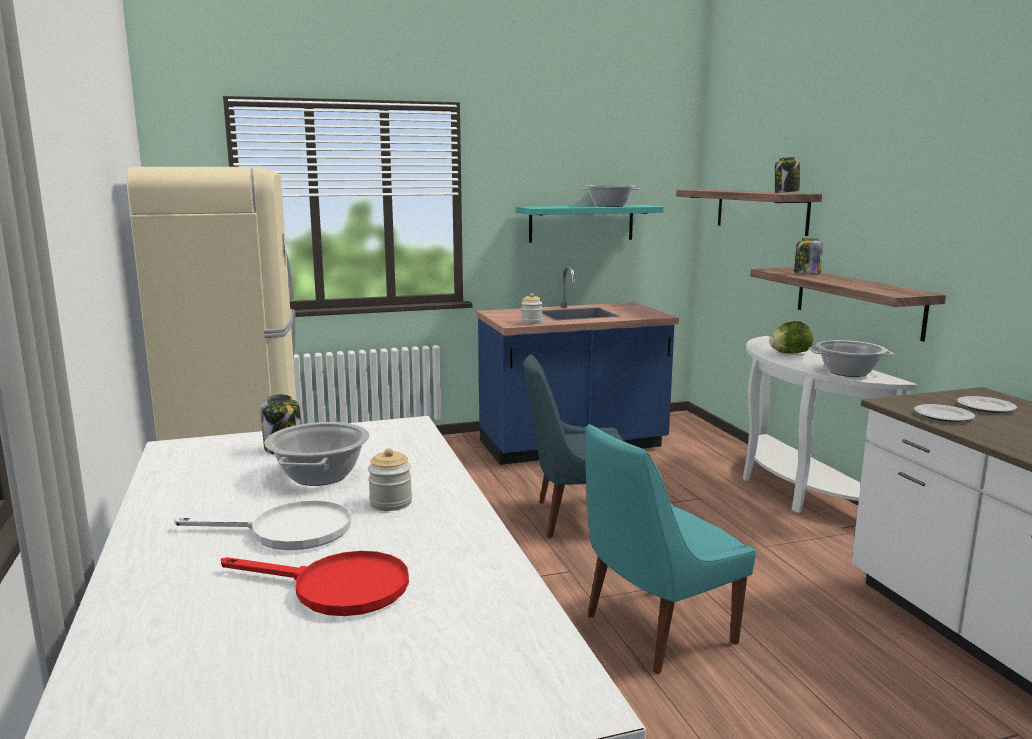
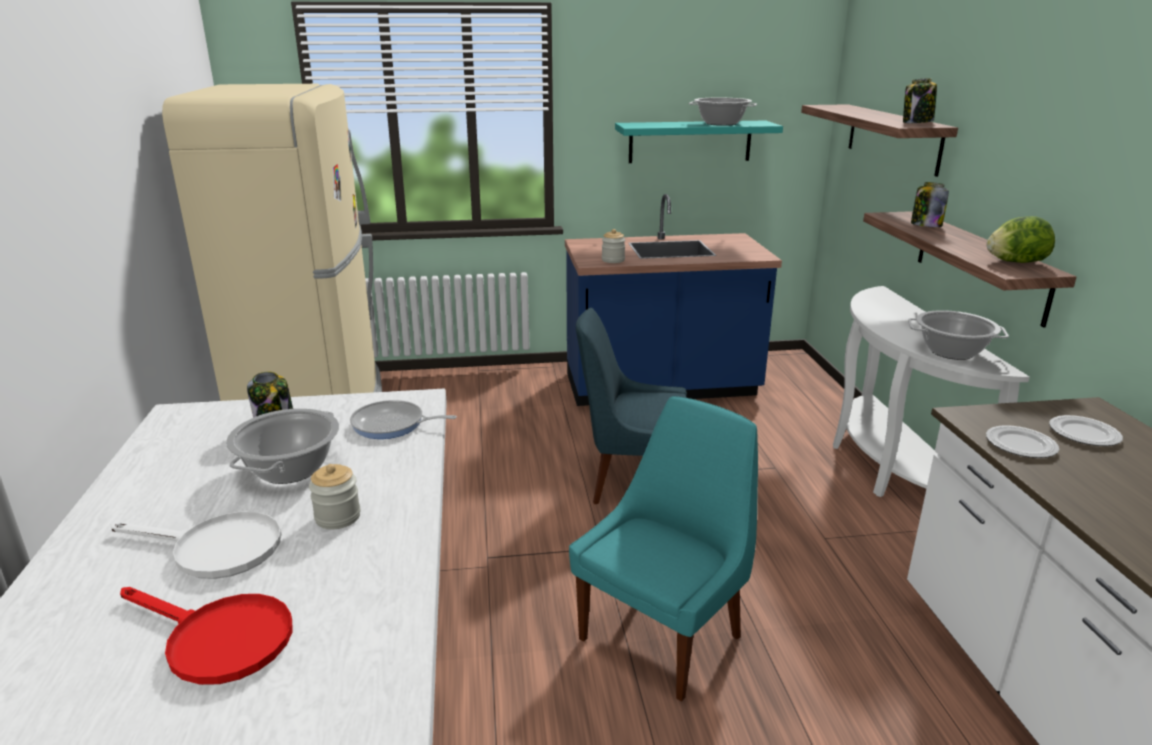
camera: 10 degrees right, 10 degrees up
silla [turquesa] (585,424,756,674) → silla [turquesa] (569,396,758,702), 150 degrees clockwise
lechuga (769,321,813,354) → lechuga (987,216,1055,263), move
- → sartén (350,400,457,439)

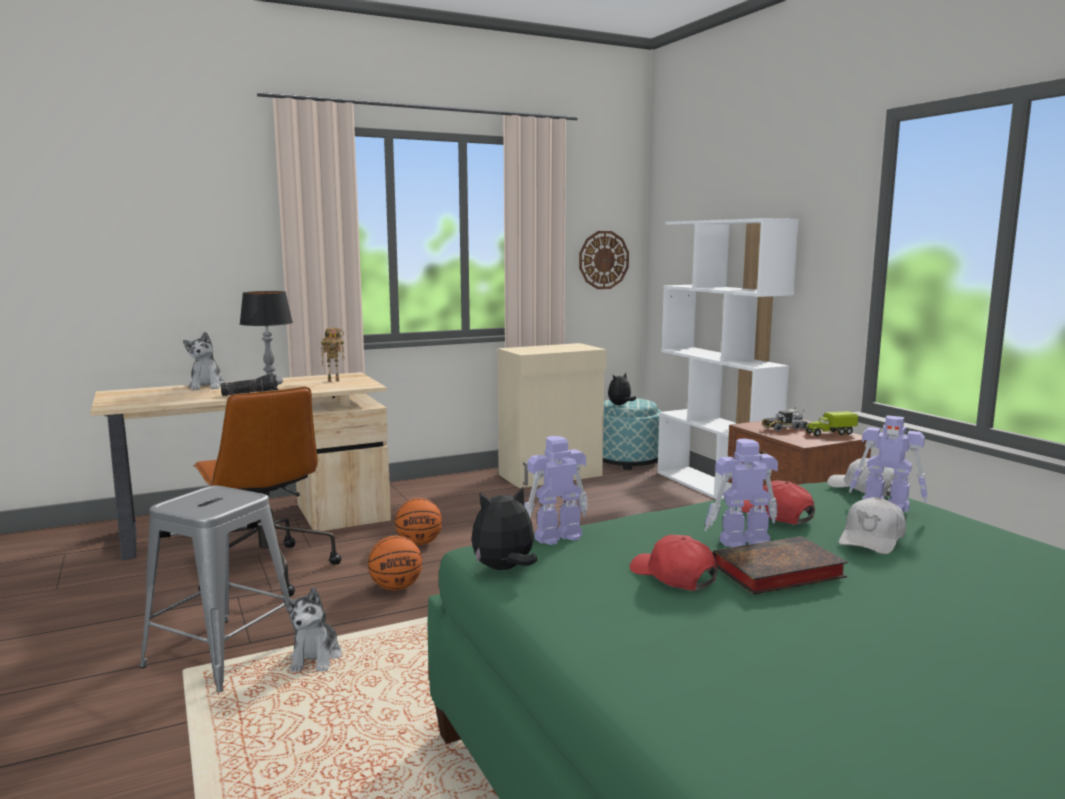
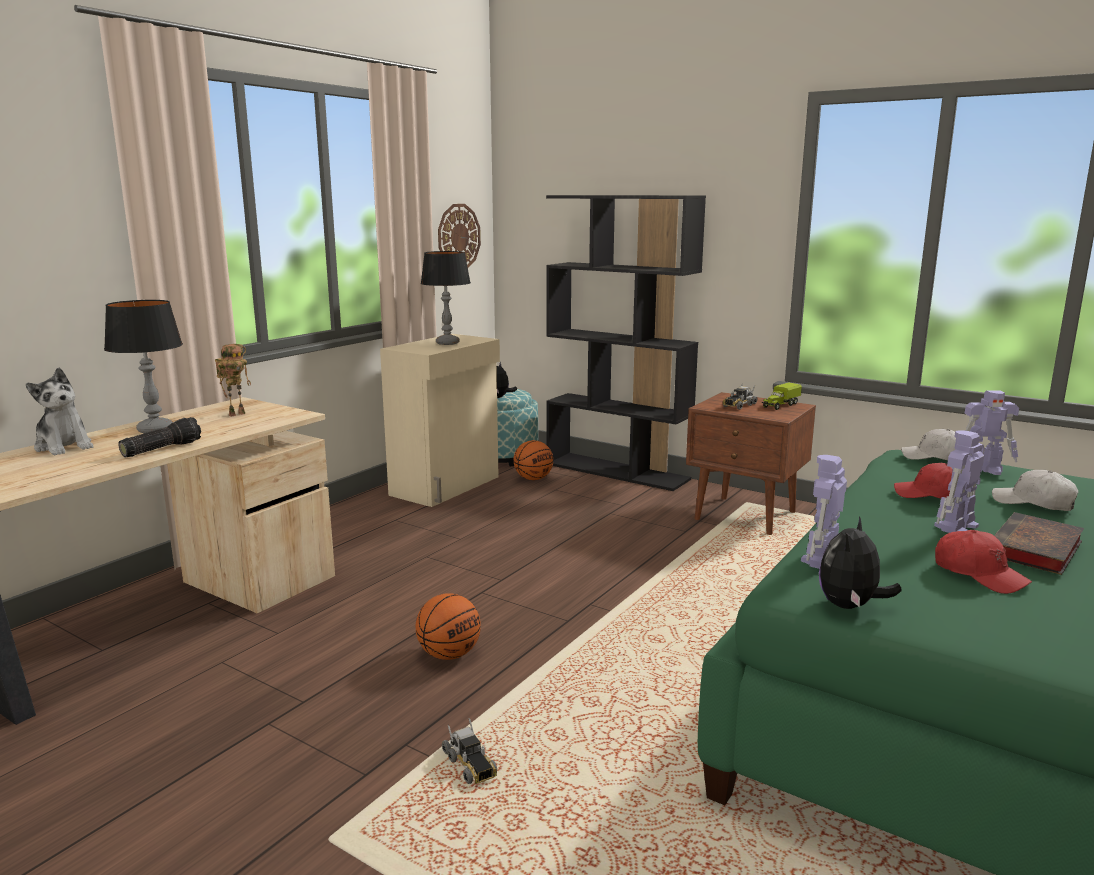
camera: 30 degrees left, 5 degrees up
taburete [gris] (140,486,298,693) → -
silla de oficina [marrón] (193,387,341,596) → -
peluche (284,587,342,672) → camión de juguete (442,718,497,784)
balón de baloncesto (395,498,442,546) → balón de baloncesto (514,440,553,480), move
gorra [rojo] (630,535,717,591) → gorra [rojo] (935,530,1032,594), 150 degrees counterclockwise
estantería [blanco] (657,218,799,499) → estantería [negro] (546,195,706,491)
gorra [blanco] (839,497,906,555) → gorra [blanco] (992,470,1078,511), 120 degrees clockwise
- → lámpara de mesa (421,251,471,345)

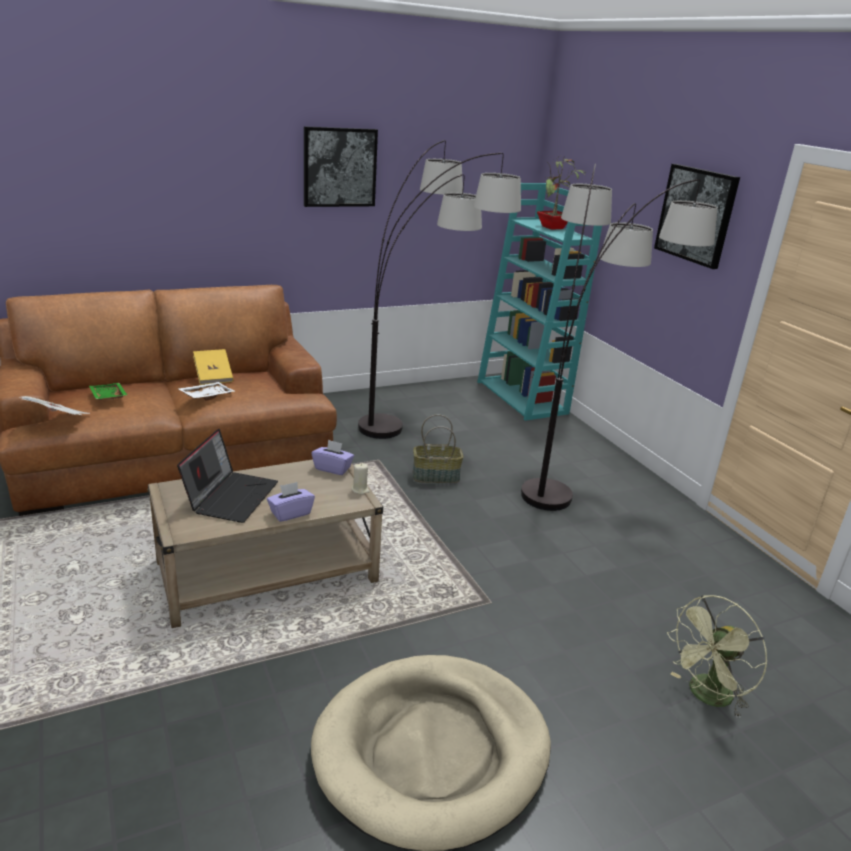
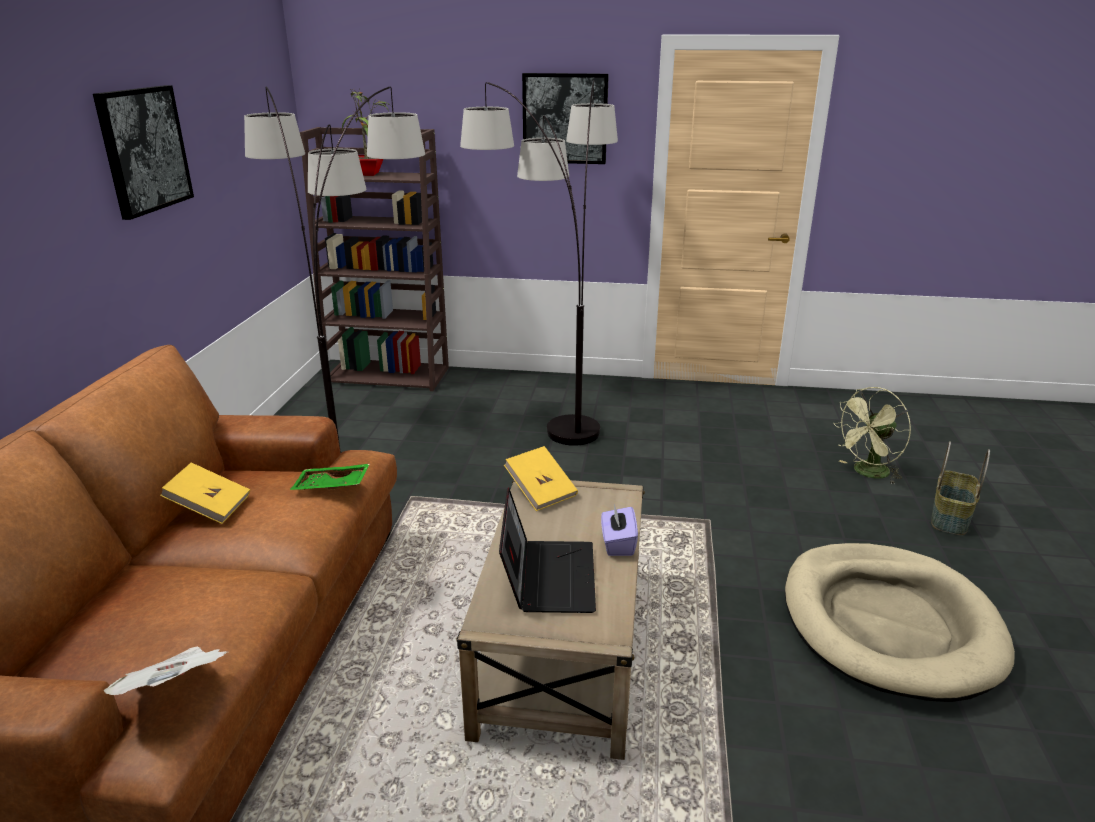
camera: 55 degrees left, 0 degrees up
bandeja [verde] (89,383,127,400) → bandeja [verde] (290,464,370,490), move
portátil (177,429,278,523) → portátil (499,487,596,613), 45 degrees clockwise
bandeja [blanco] (178,382,235,401) → -
caja de pañuelos [morado] (312,440,354,475) → libro [amarillo] (504,446,578,511)
vela [beis] (352,463,370,494) → -
cesta (413,414,463,483) → cesta (931,441,990,535), move
estantería [turquesa] (477,183,602,421) → estantería [marrón] (300,127,449,391)
ventilador [verde] (667,595,767,718) → ventilador [verde] (834,387,911,485), 60 degrees clockwise

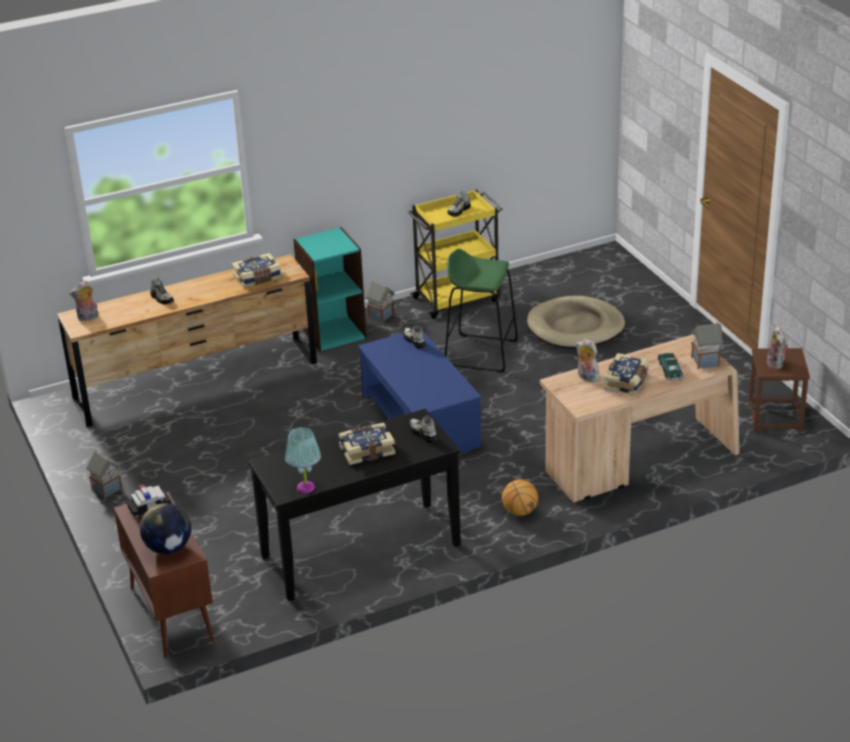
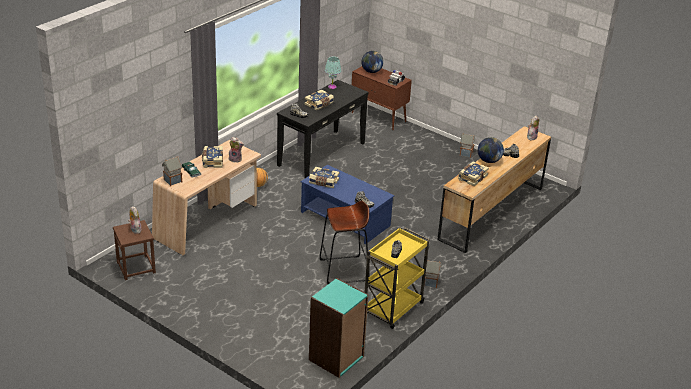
camera: 150 degrees right, 0 degrees up
estantería [turquesa] (293,227,367,351) → estantería [turquesa] (309,278,368,378), move
taburete [verde] (445,249,518,373) → taburete [marrón] (319,201,370,284)
cama para perro [beis] (527,296,625,349) → -
- → libro (309,167,339,188)
- → globo terráqueo (478,137,504,163)

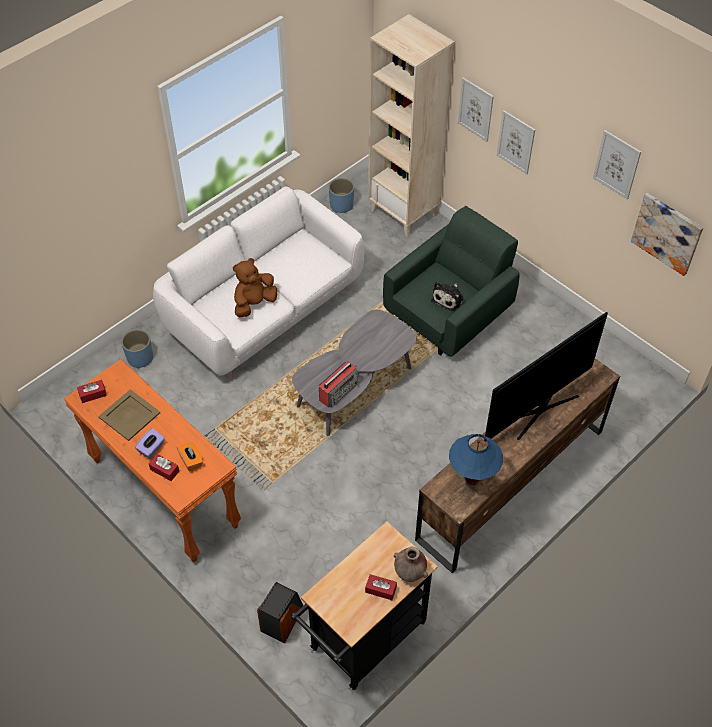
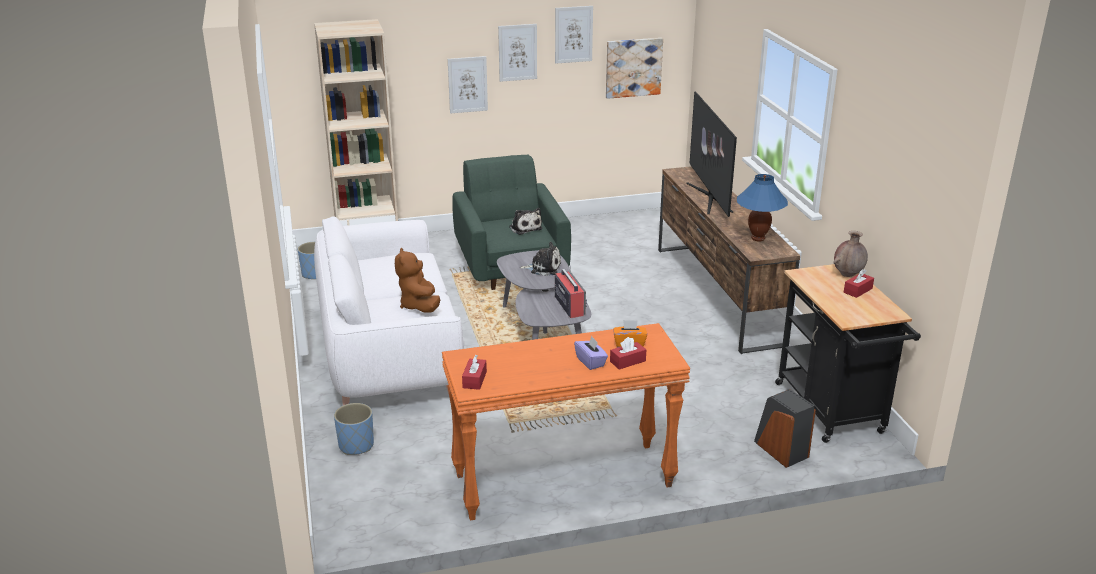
camera: 60 degrees left, 25 degrees down
bandeja [beis] (98,389,160,441) → -
cuadro (458,77,494,142) → cuadro (498,24,537,82), move
- → peluche (520,242,561,276)

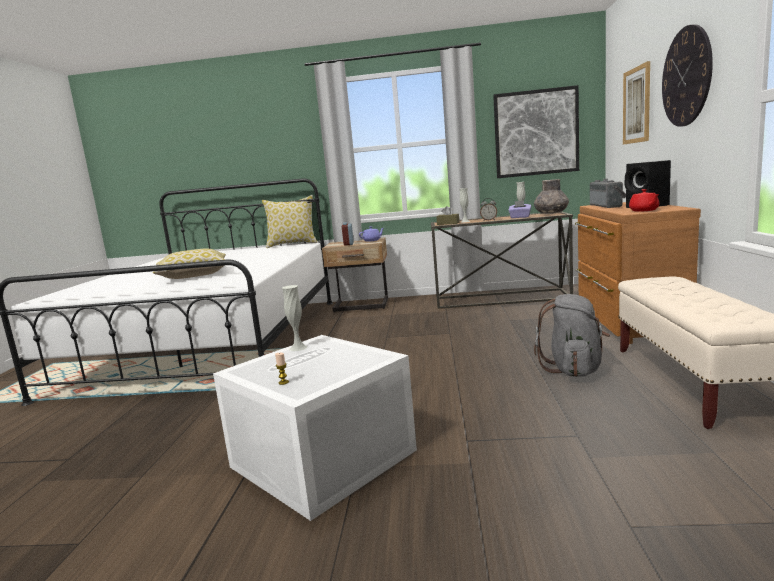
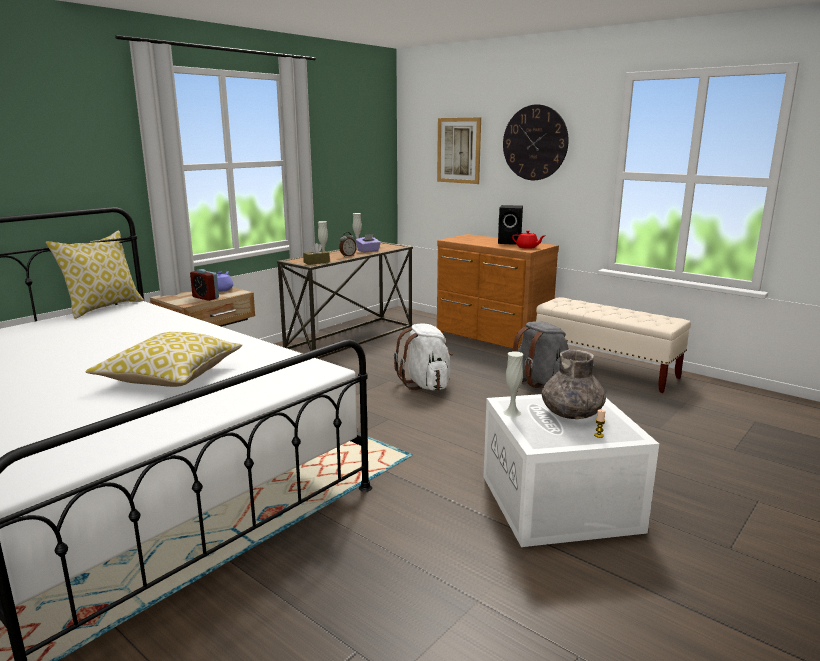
camera: 55 degrees left, 5 degrees up
cuadro (493,85,579,178) → -
florero [gris] (534,179,569,214) → florero [gris] (542,350,606,419), move
radio (590,179,626,208) → -
- → mochila [blanco] (394,323,453,390)

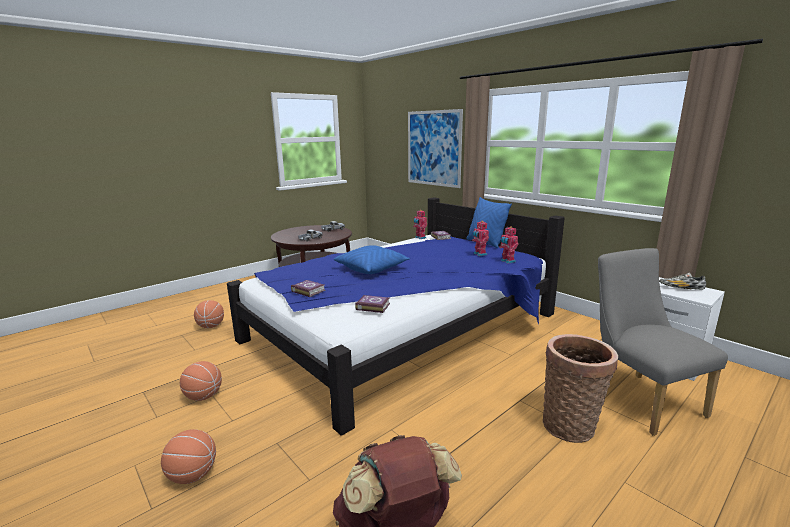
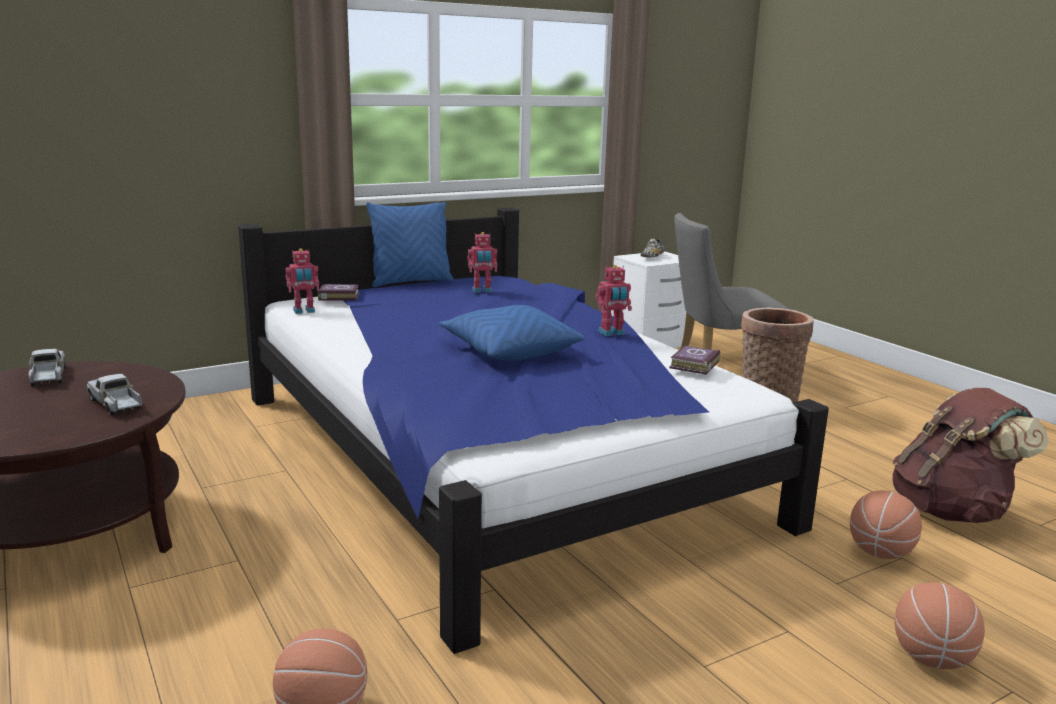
camera: 80 degrees left, 0 degrees up
balón de baloncesto (180,361,222,401) → balón de baloncesto (850,490,922,559), move
libro (291,280,325,297) → -
cuadro (408,109,463,188) → -
robot de juguete (499,226,519,264) → robot de juguete (596,265,632,336), move

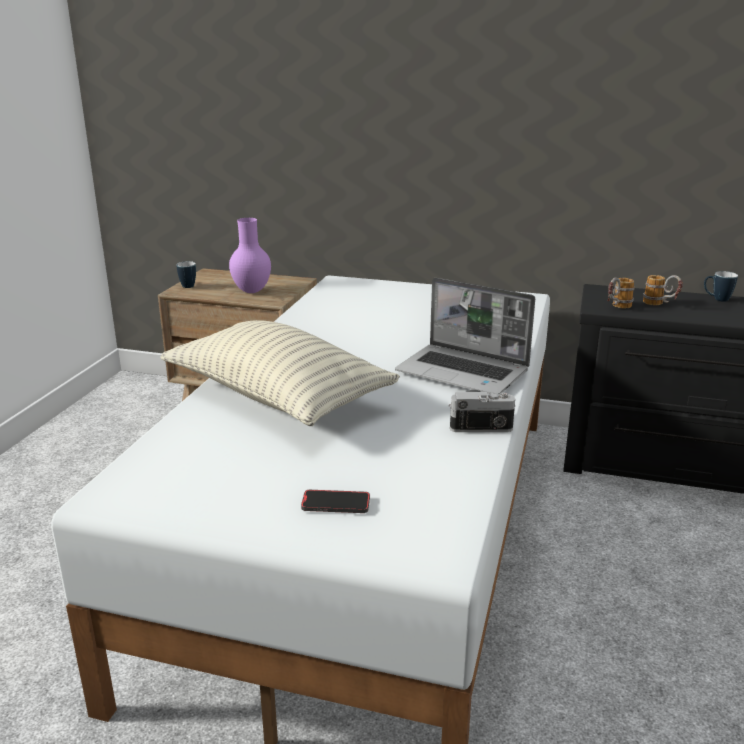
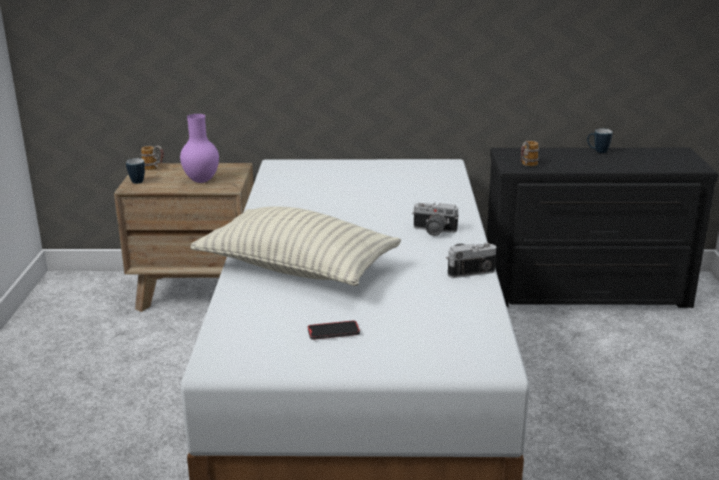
camera: 15 degrees left, 0 degrees up
móvil (301,490,370,513) → móvil (308,320,360,340), move
portátil (395,278,535,394) → cámara (412,202,459,236)
taza grande (643,275,683,305) → taza grande (141,145,164,170), move

